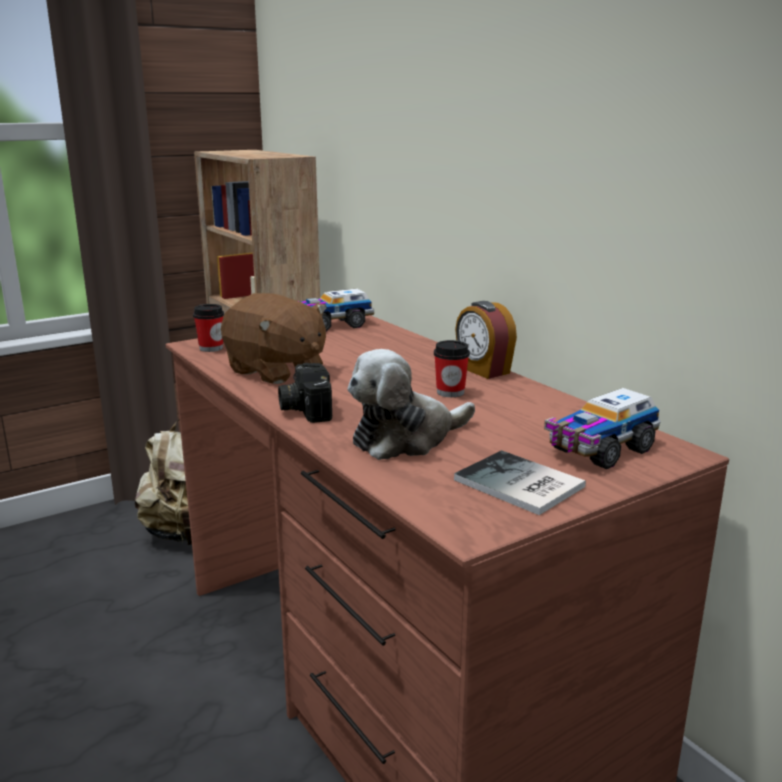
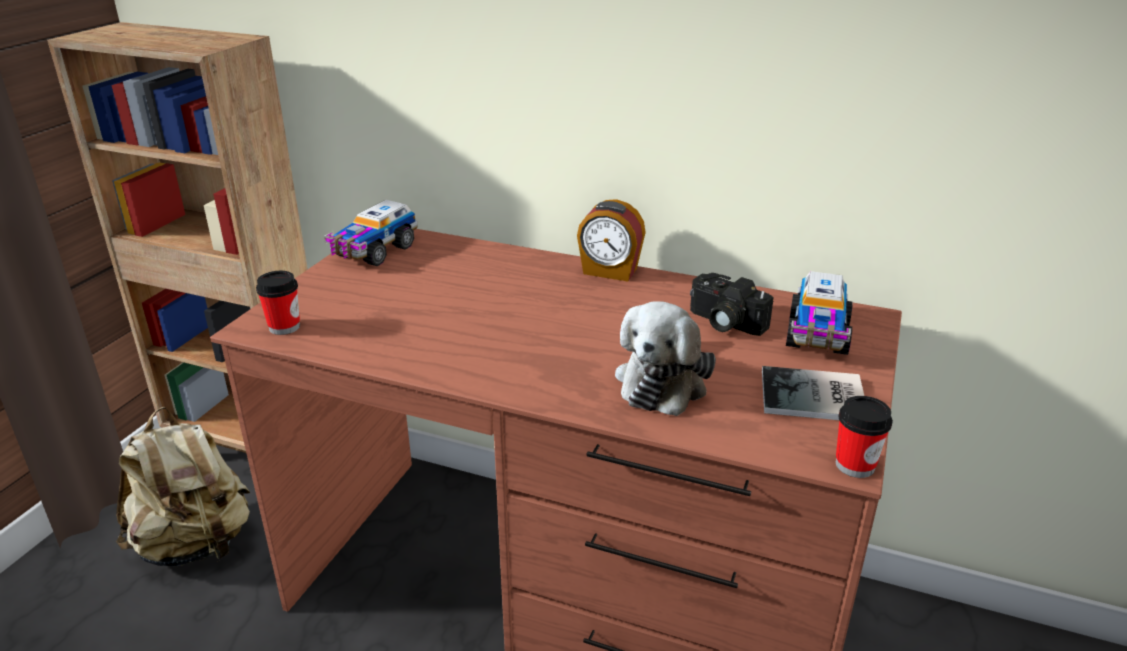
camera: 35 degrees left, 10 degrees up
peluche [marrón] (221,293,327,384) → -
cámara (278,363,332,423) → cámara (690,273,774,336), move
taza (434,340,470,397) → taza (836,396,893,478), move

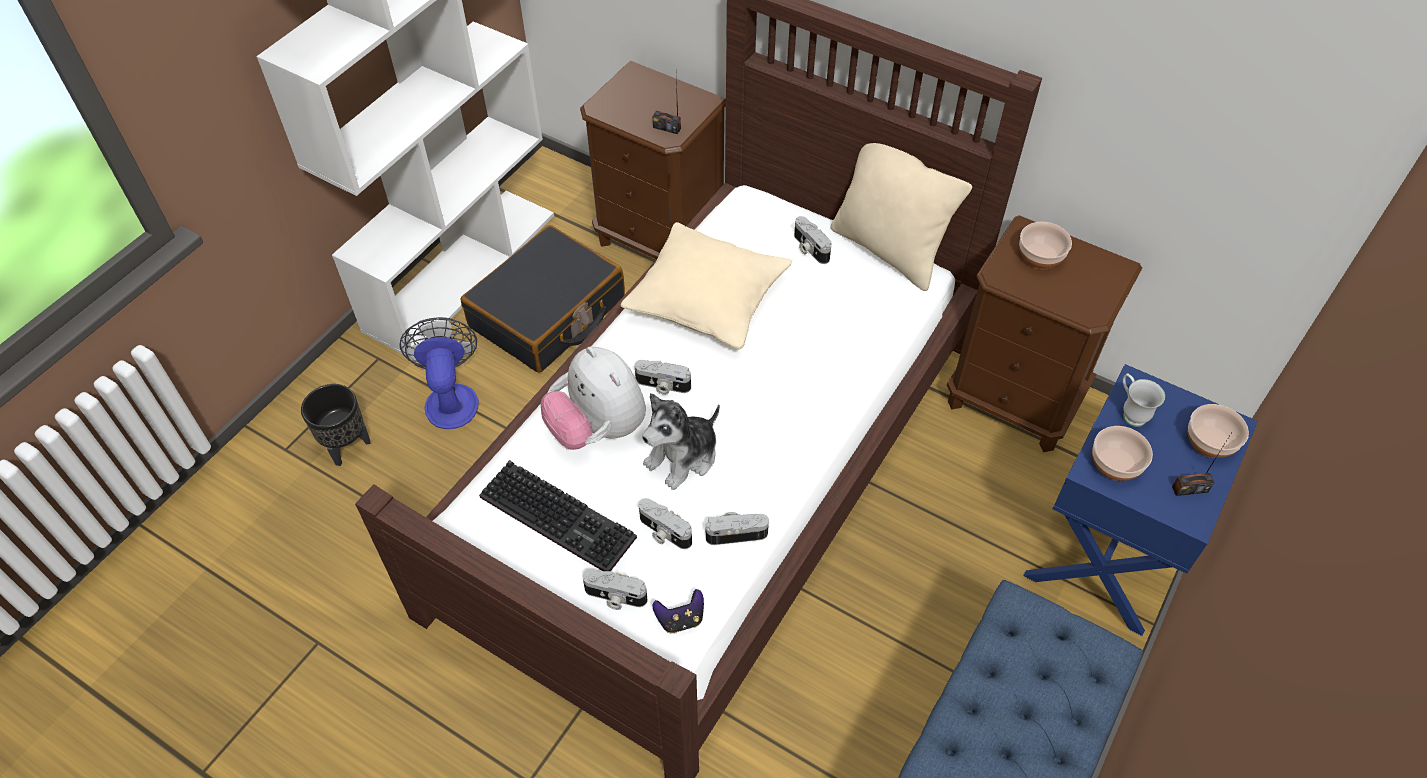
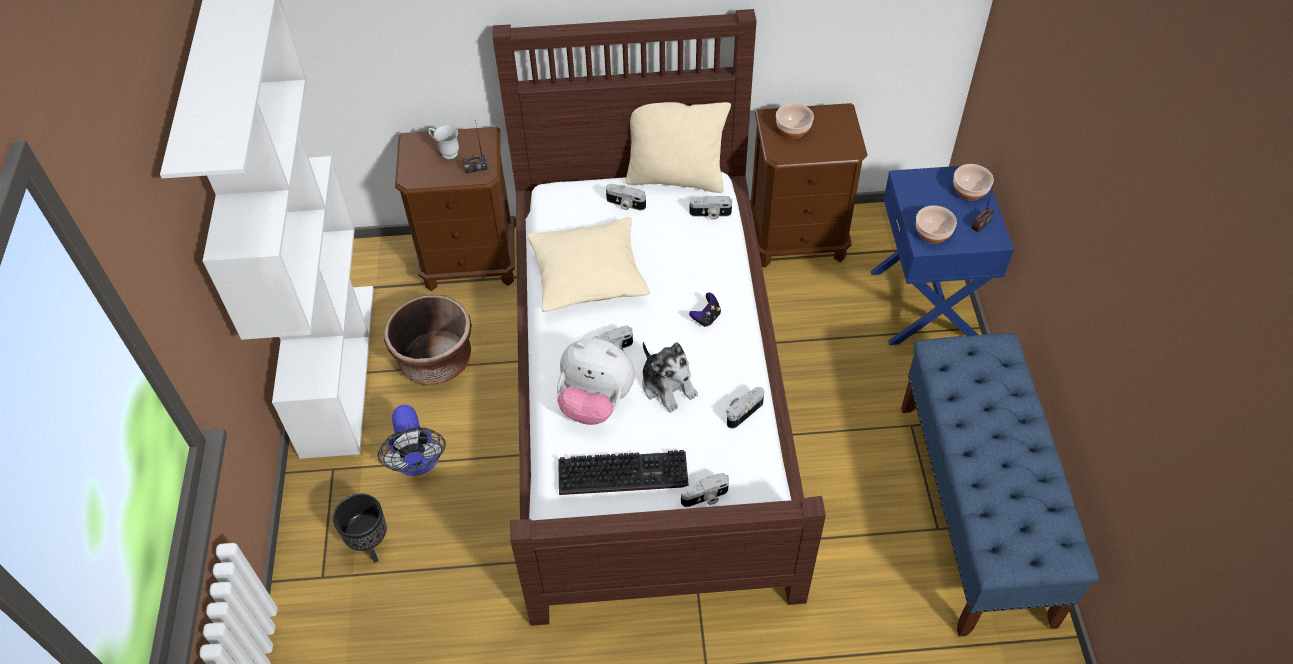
camera: 35 degrees left, 0 degrees up
ventilador (399,317,479,429) → ventilador (378,405,446,476), 150 degrees counterclockwise
maleta [negro] (461,225,625,373) → maceta [marrón] (384,295,472,386)
cámara (639,498,692,549) → cámara (689,195,732,220), move
peluche (642,393,720,490) → peluche (642,342,698,413), 45 degrees counterclockwise
mando de consola (653,589,704,634) → mando de consola (689,292,721,327), move
taza grande [blanco] (1123,373,1165,427) → taza grande [blanco] (428,125,459,160), move

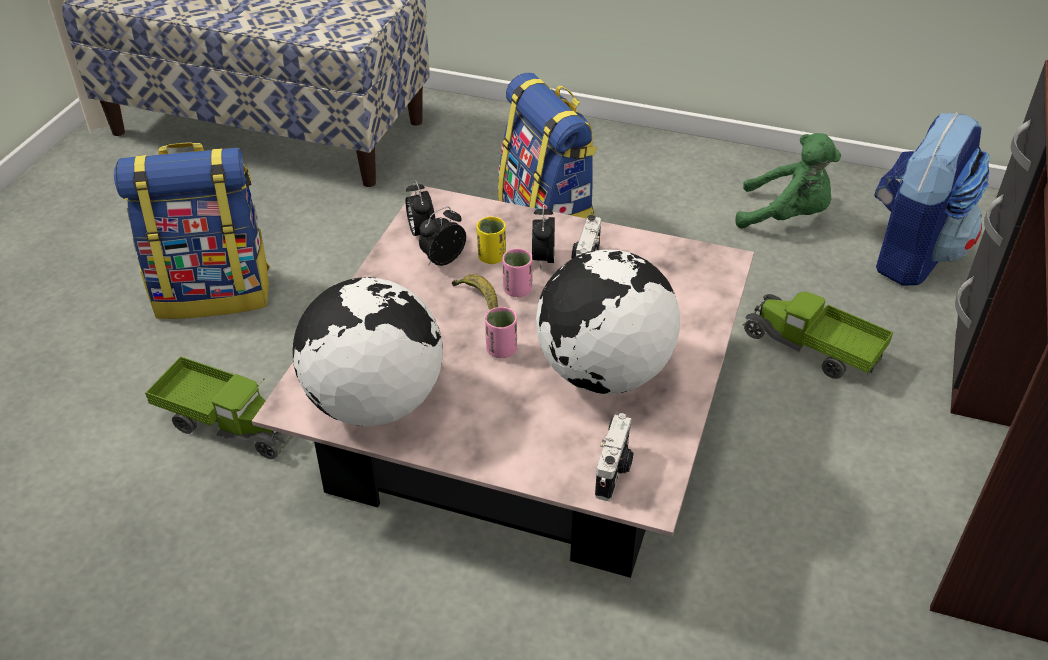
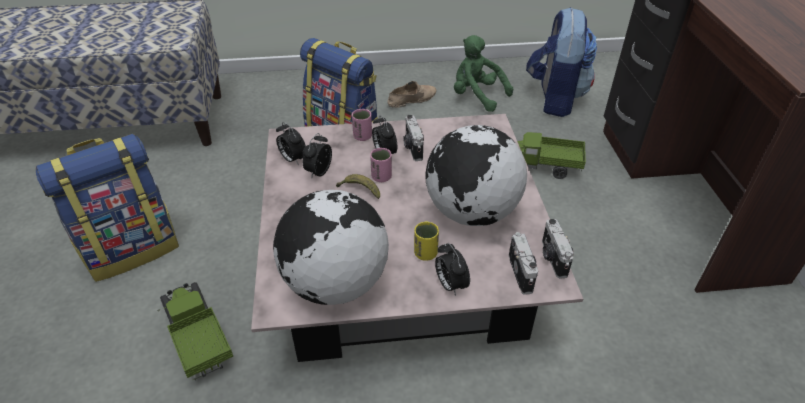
camera: 25 degrees left, 0 degrees up
camión de juguete (145,356,293,459) → camión de juguete (158,282,233,381), 120 degrees counterclockwise
taza [amarillo] (477,217,506,264) → taza [amarillo] (414,222,439,261), move
taza [rosa] (485,307,517,358) → taza [rosa] (352,109,372,141), move
peluche [verde] (735,133,841,229) → peluche [verde] (454,35,513,112), 135 degrees counterclockwise
- → zapato [beis] (387,81,436,108)
- → despertador (435,243,470,296)
- → cámara (542,219,574,279)

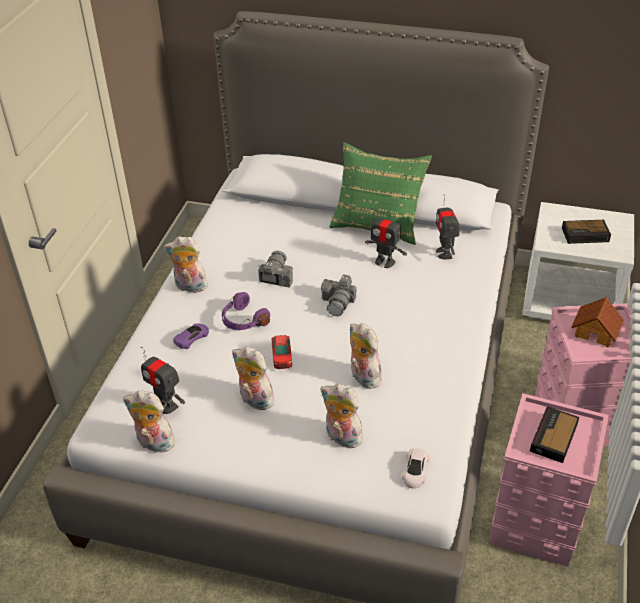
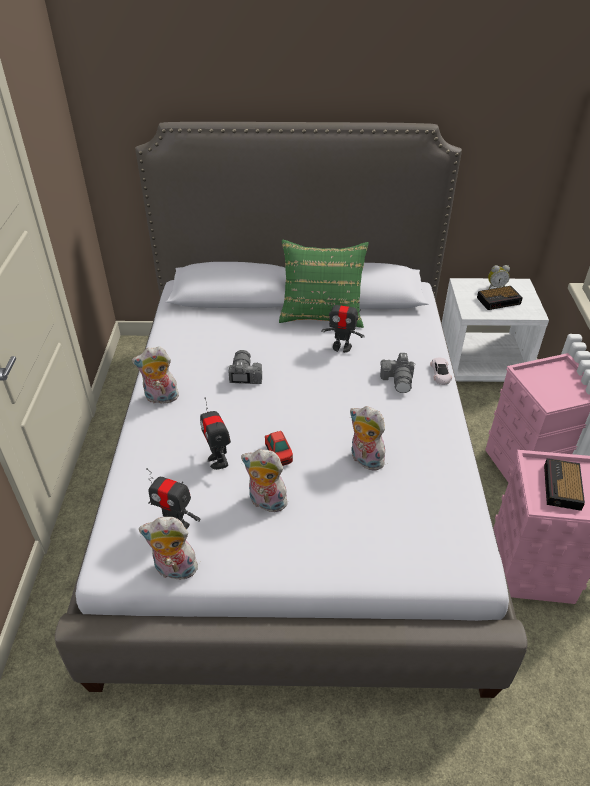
camera: 15 degrees left, 0 degrees up
coche de juguete [morado] (173,323,209,349) → -
auriculares [morado] (222,292,270,330) → -
cámara (321,274,356,316) → cámara (380,353,415,393), move
peluche (321,384,363,448) → -
coche de juguete [blanco] (402,448,429,489) → coche de juguete [blanco] (430,358,452,385), move
robot de juguete (436,195,460,259) → robot de juguete (200,397,231,470), move
casita (571,297,624,348) → -
- → despertador (488,265,510,289)

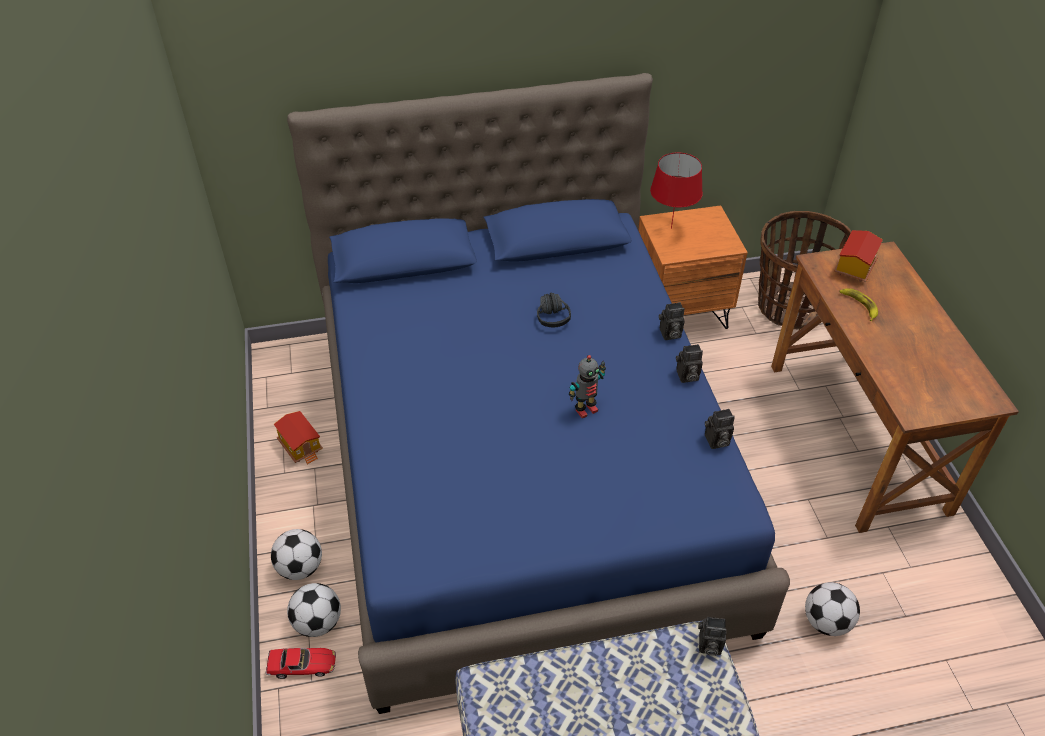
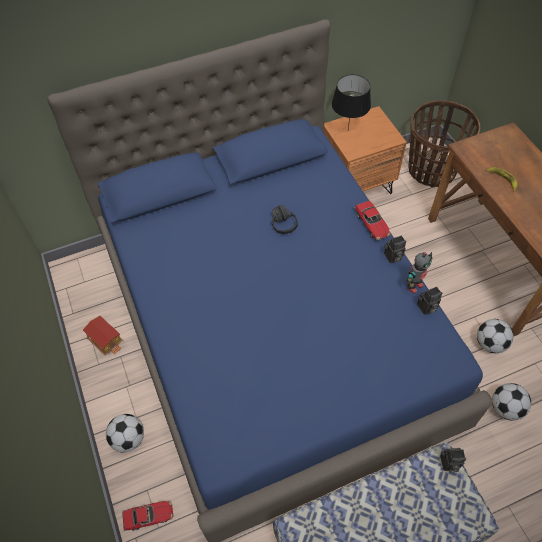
camera: 10 degrees left, 10 degrees up
balón de fútbol (287,583,341,637) → balón de fútbol (477,319,514,353), move
robot de juguete (569,355,606,418) → robot de juguete (407,252,432,294), move
lámpara de mesa [rojo] (650,153,703,229) → lámpara de mesa [negro] (332,75,371,129)
cámara (659,302,685,340) → coche de juguete (355,201,391,240)
casita (834,230,883,282) → -

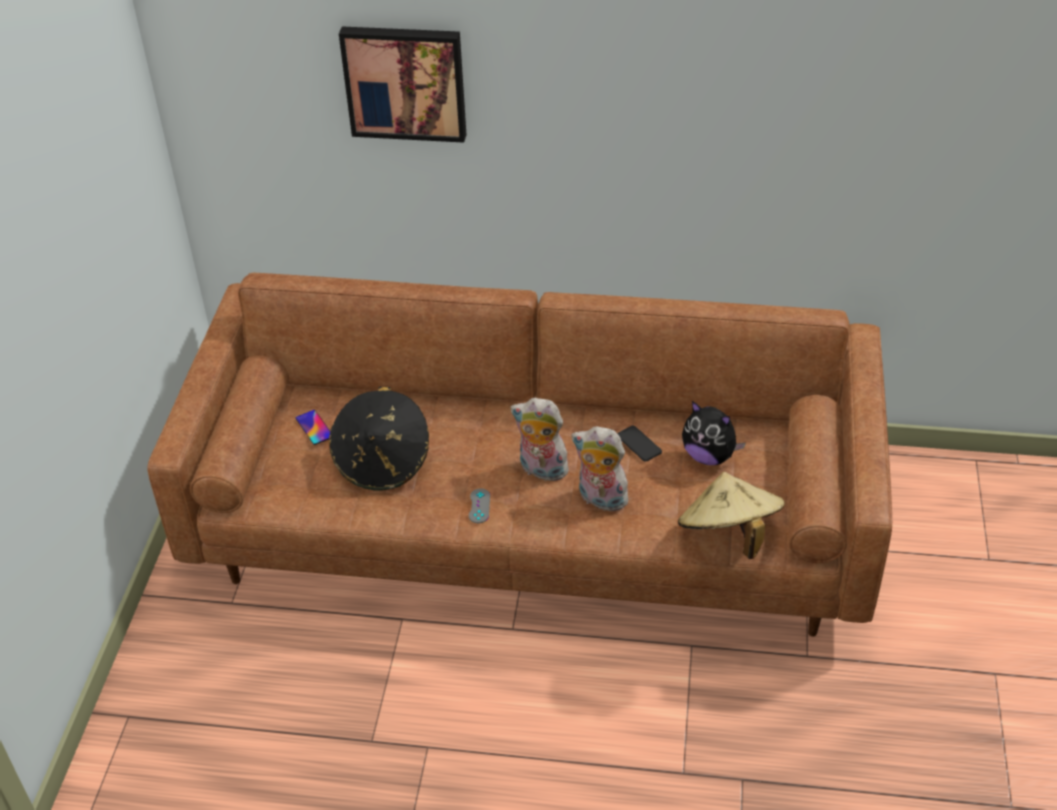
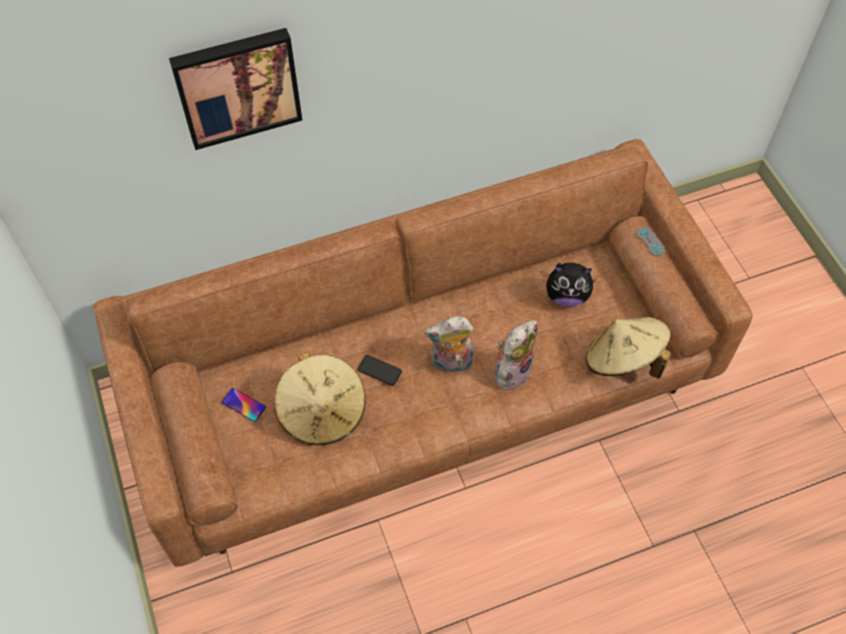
camera: 30 degrees left, 15 degrees up
sombrero [negro] (329,387,429,491) → sombrero [beis] (274,352,366,445)
mando de consola [gris] (469,488,490,523) → mando de consola [gris] (636,227,665,256), move
peluche (572,426,629,511) → peluche (495,320,537,390), 135 degrees clockwise
móvil (617,426,662,461) → móvil (358,355,402,386), move

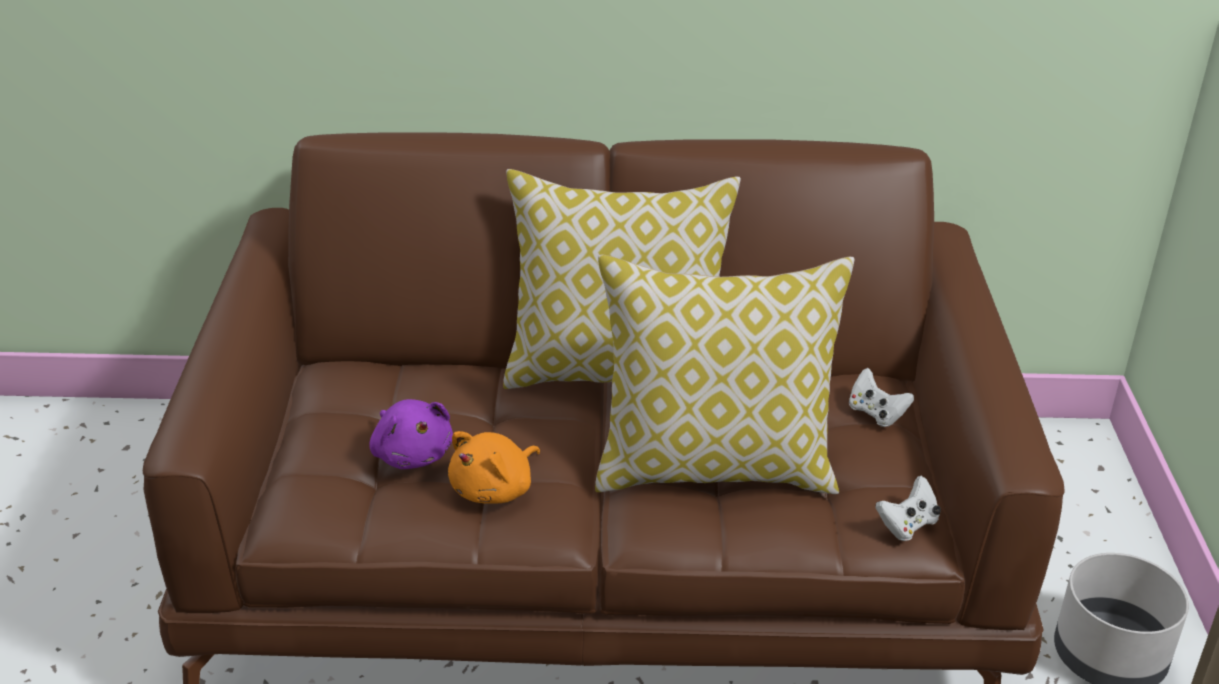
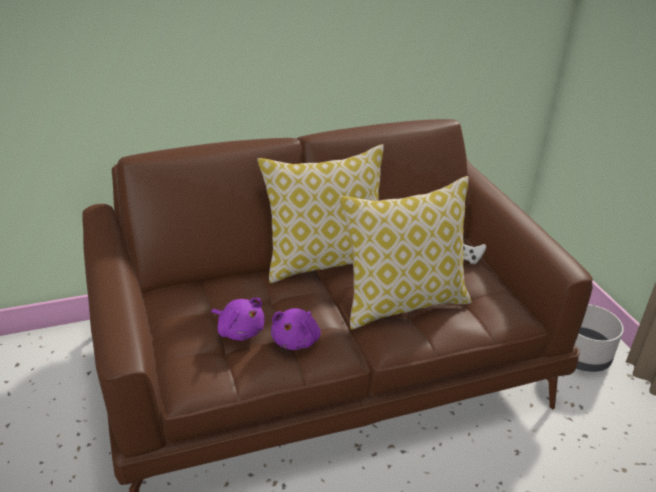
camera: 20 degrees left, 0 degrees up
peluche [naranja] (448,431,540,504) → peluche [morado] (271,308,321,350)
mando de consola [blanco] (875,476,941,541) → -

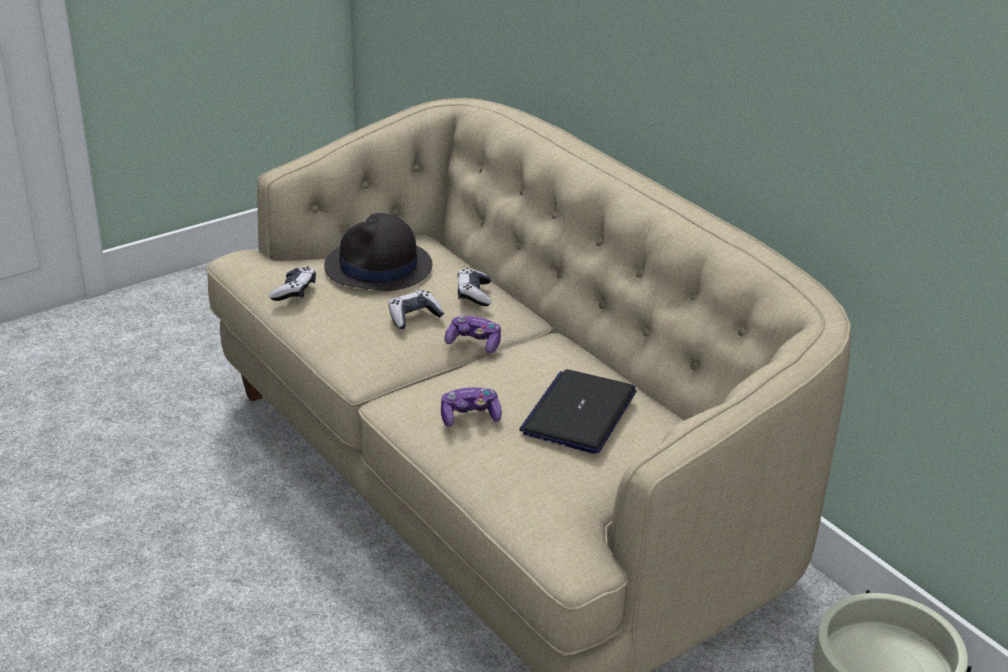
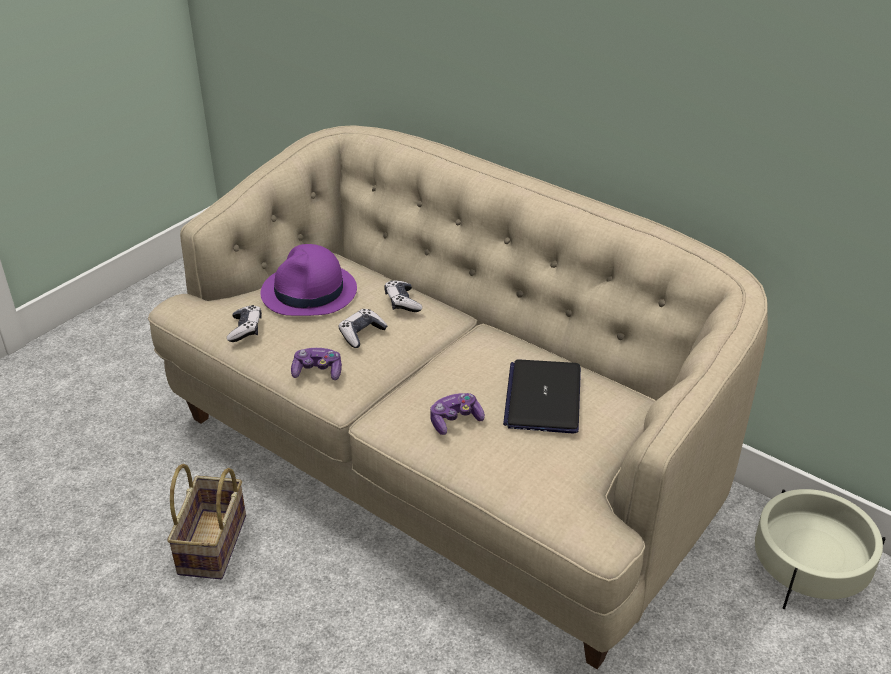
camera: 15 degrees left, 5 degrees up
sombrero [negro] (324,213,433,291) → sombrero [morado] (260,244,357,316)
mando de consola (445,315,501,354) → mando de consola (291,348,342,380), move
- → cesta (167,464,246,579)

